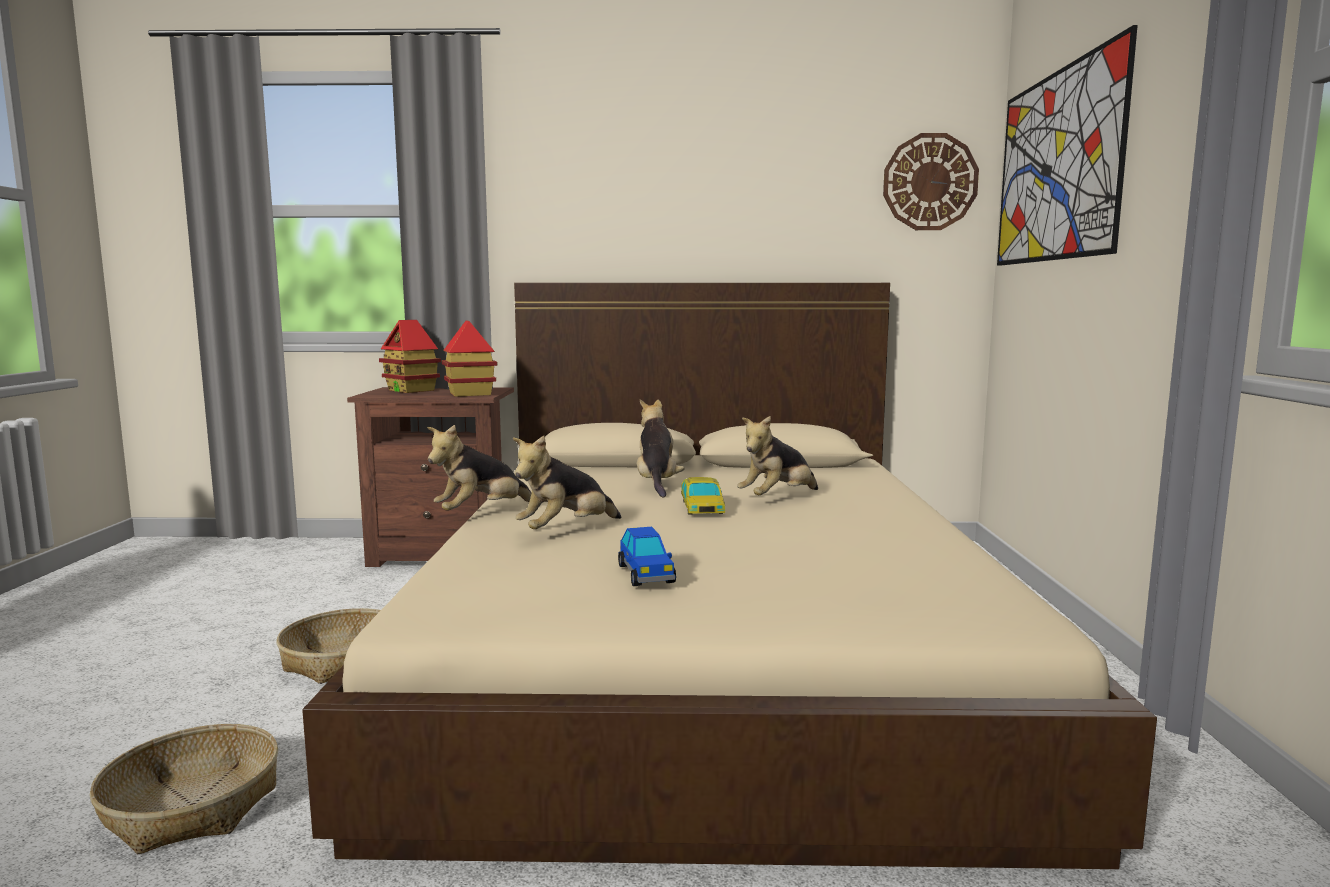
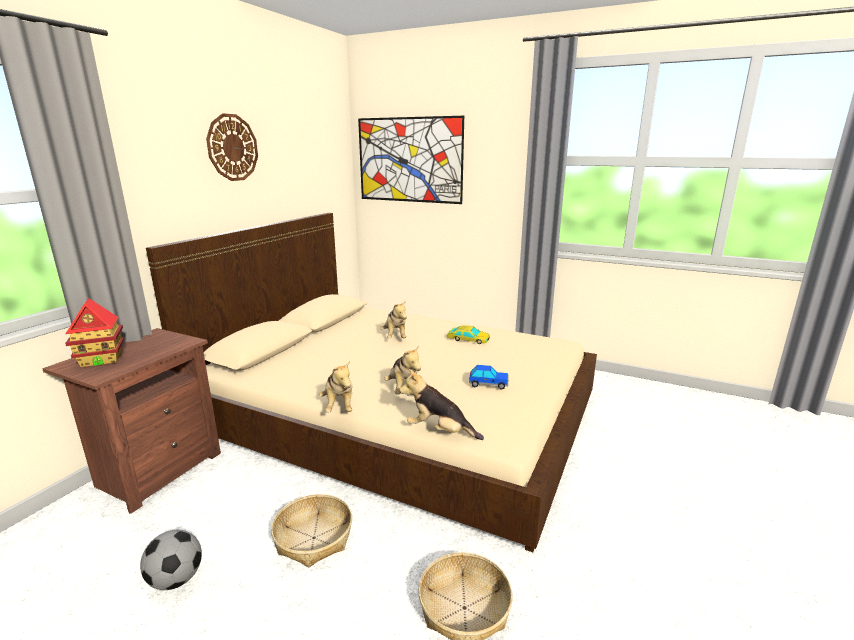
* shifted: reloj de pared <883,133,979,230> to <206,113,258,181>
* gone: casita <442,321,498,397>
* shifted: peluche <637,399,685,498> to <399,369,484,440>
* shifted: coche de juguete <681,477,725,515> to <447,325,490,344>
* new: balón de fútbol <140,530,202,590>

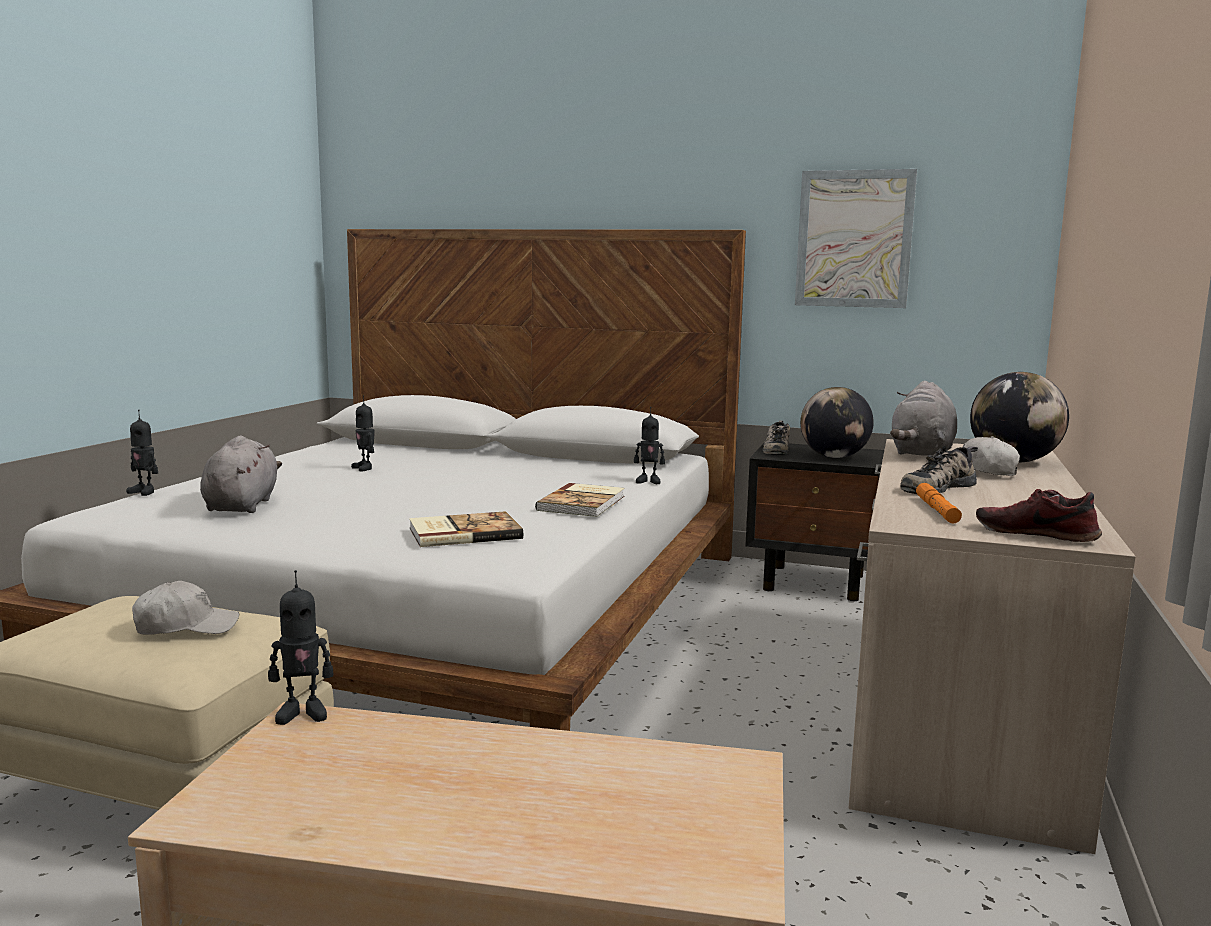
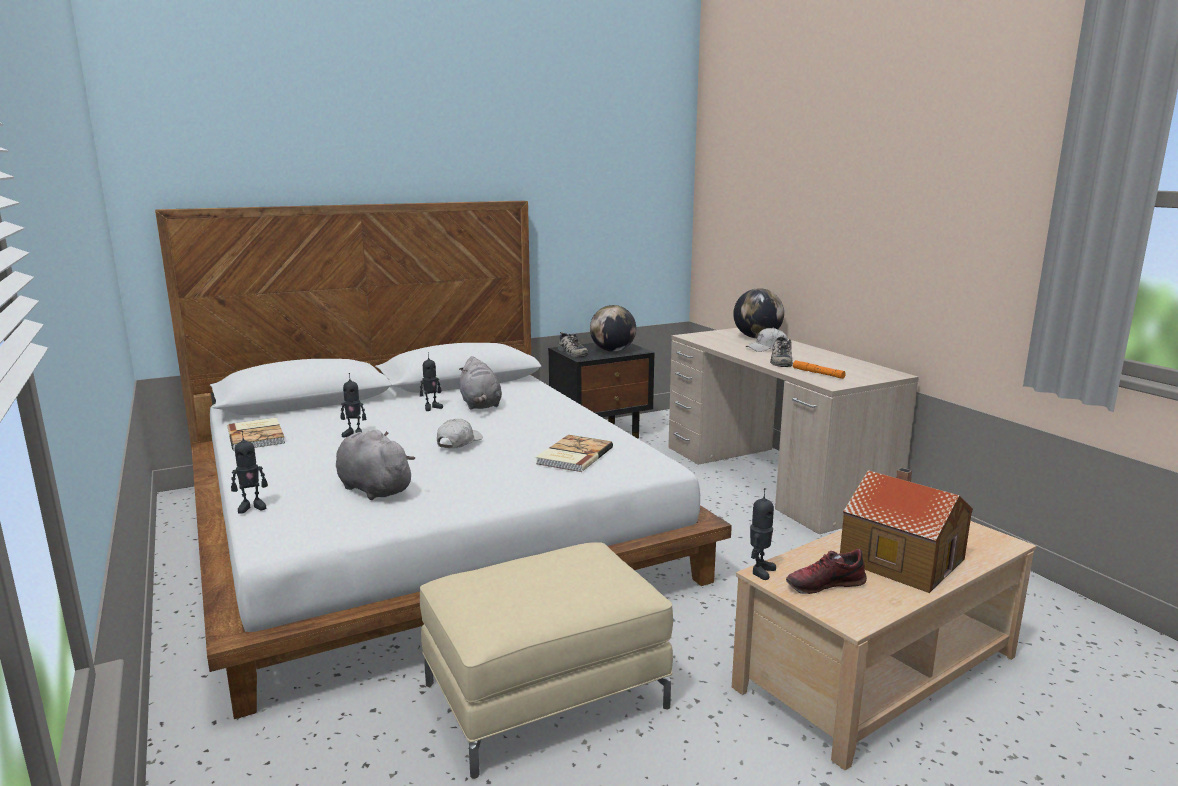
* gone: cuadro <795,169,917,308>
* shifted: peluche (gris) <890,381,957,456> to <459,356,502,410>
* shifted: robot de juguete <634,407,665,484> to <420,352,443,411>
* shifted: libro <535,483,625,517> to <227,418,285,451>
* shifted: zapato <976,489,1102,542> to <786,549,867,594>
* shifted: gorra (blanco) <132,581,239,635> to <437,419,483,449>
* new: casita <840,468,973,593>

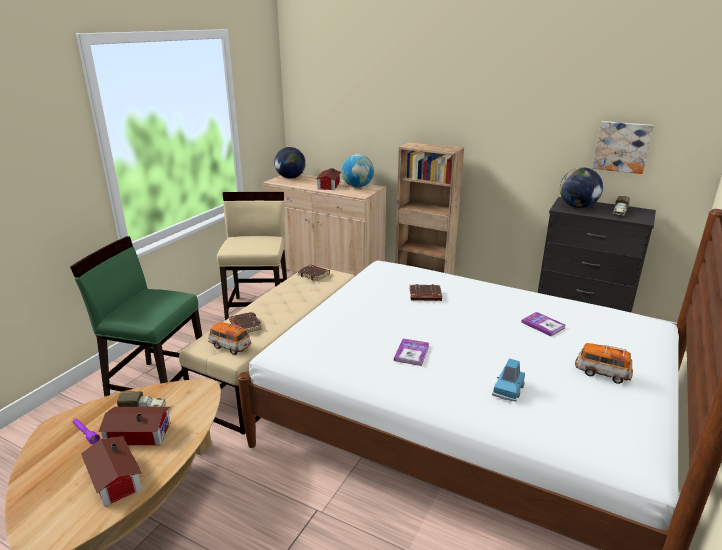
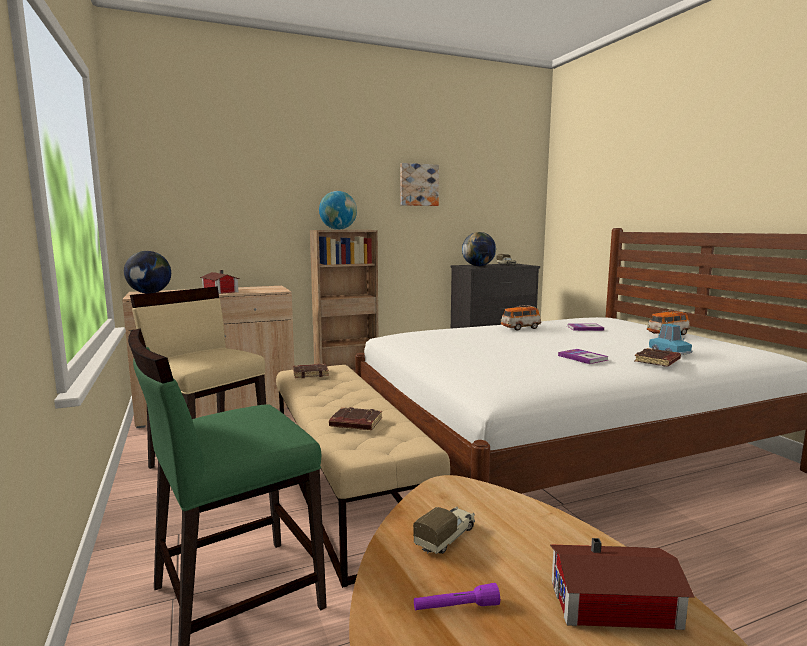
* shifted: cuadro <592,121,654,174> to <400,163,439,206>
* shifted: globo terráqueo <342,154,374,188> to <319,191,357,230>
* shifted: libro (marrón) <409,284,442,301> to <634,348,681,367>
* shifted: coche de juguete <208,322,251,355> to <500,305,541,331>
* gone: casita <98,407,170,445>

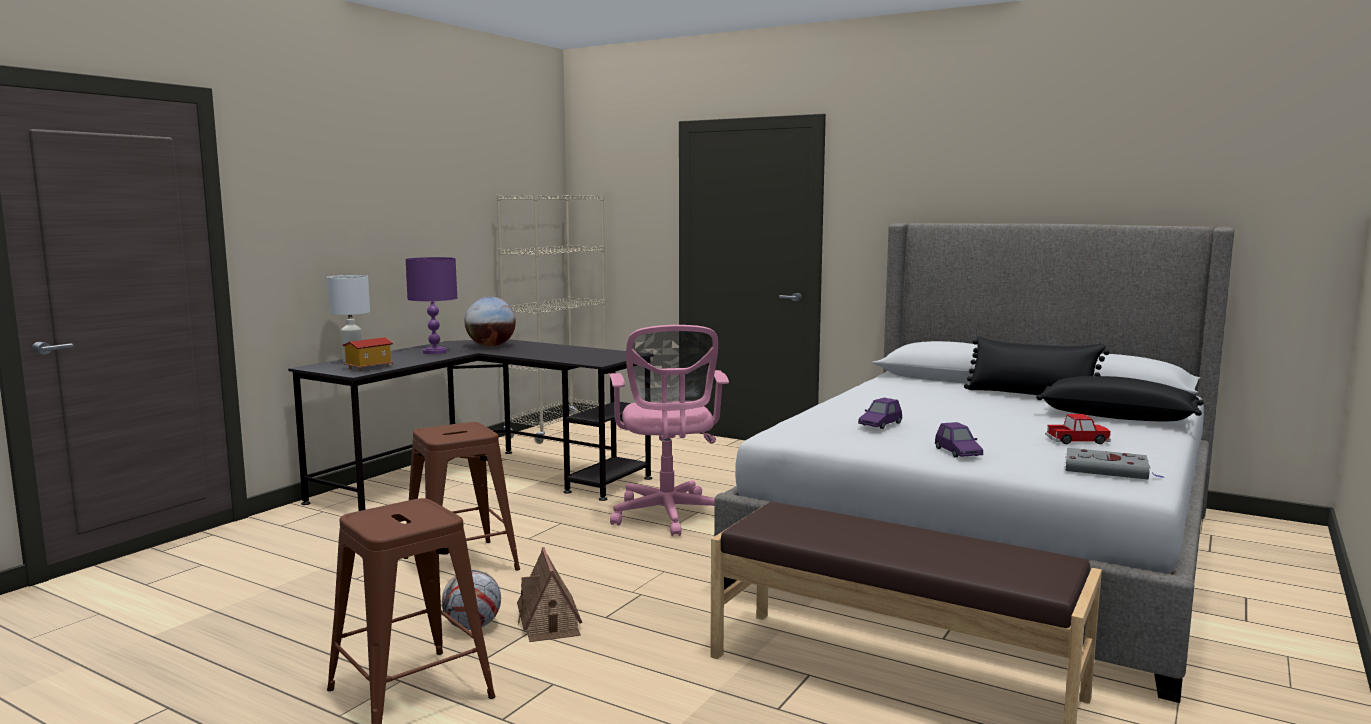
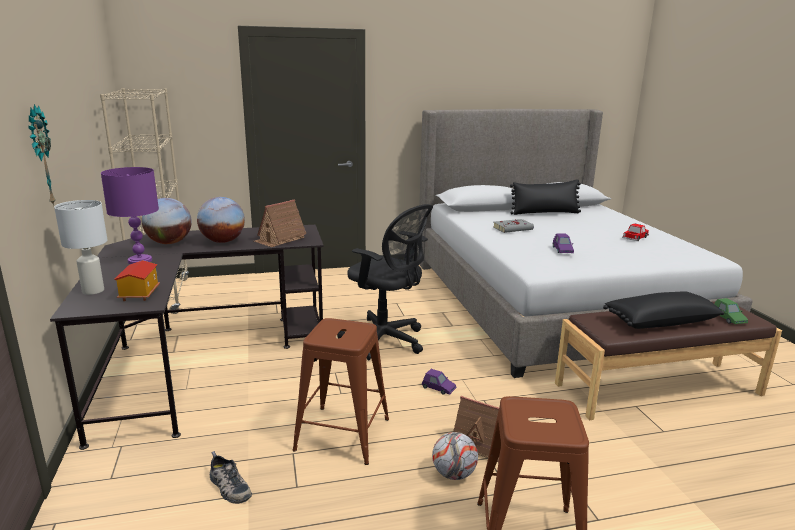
* repainted: silla de oficina (rosa) <609,325,729,536> to silla de oficina (negro) <337,204,433,361>
* shifted: cojín (negro) <1036,376,1204,421> to <603,291,724,329>
* shifted: coche de juguete (morado) <935,422,983,457> to <422,369,457,395>
* shifted: libro (gris) <1064,448,1164,480> to <493,219,535,233>
* new: reloj de pared <28,104,56,206>
* new: globo terráqueo <197,197,245,243>
* new: casita <254,200,306,247>
* new: coche de juguete (verde) <714,298,748,324>
* new: zapato <210,451,252,504>

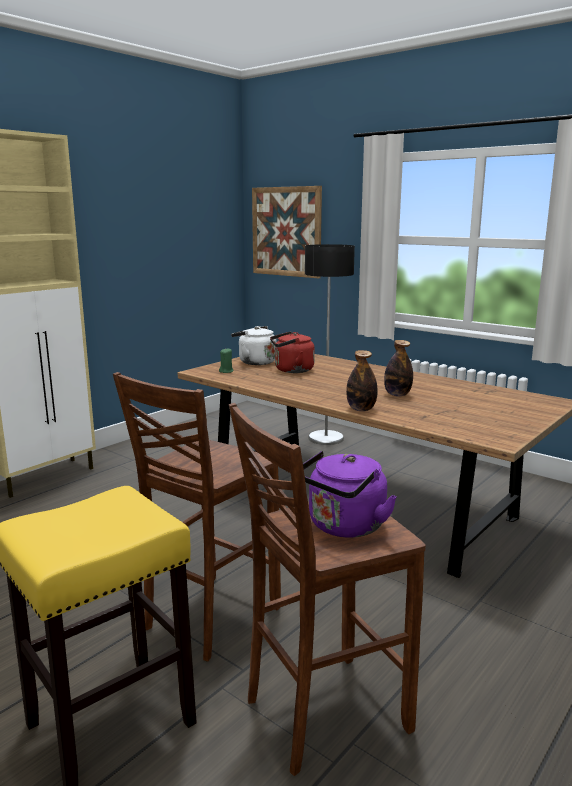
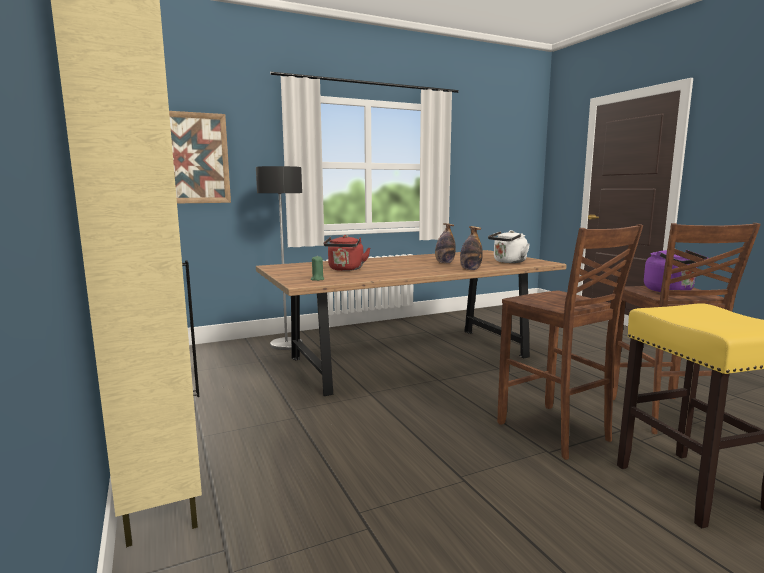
* shifted: hervidor (blanco) <231,326,277,365> to <488,230,530,263>

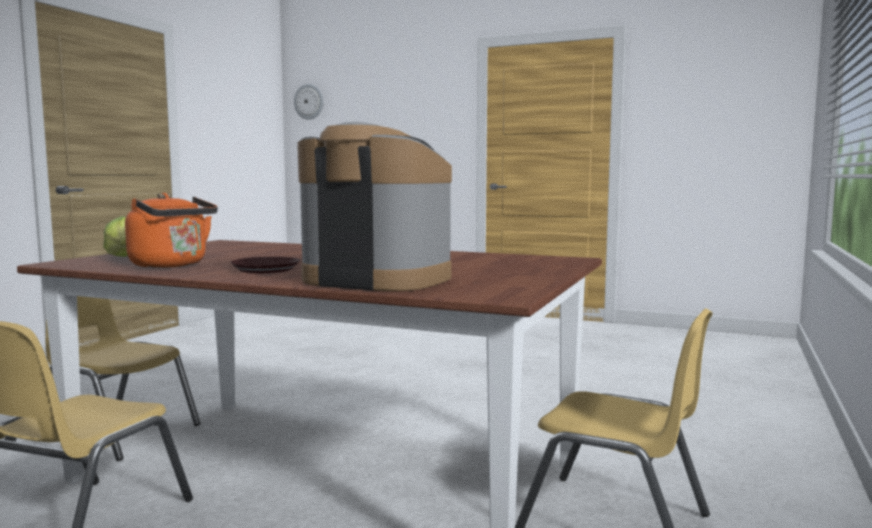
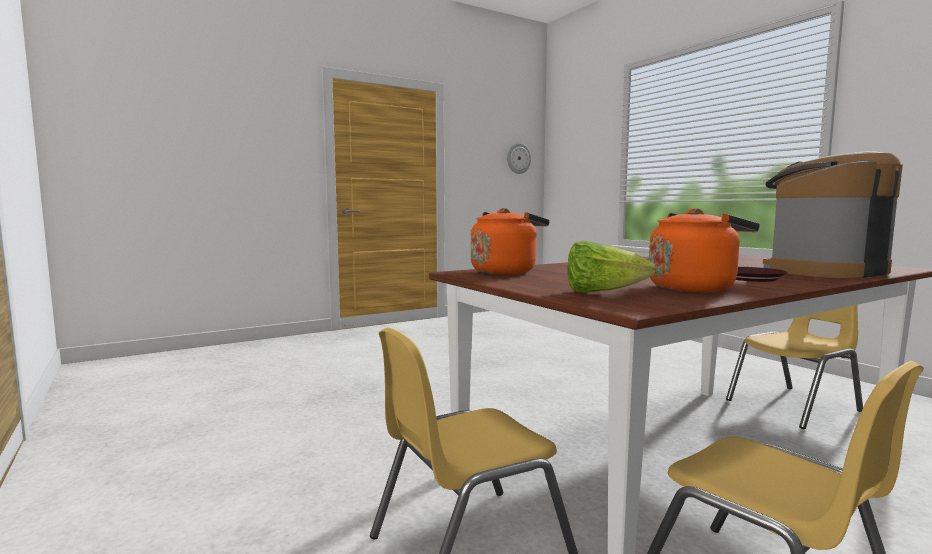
* shifted: reloj de pared <294,84,324,120> to <507,143,531,174>
* new: hervidor (naranja) <470,208,549,275>

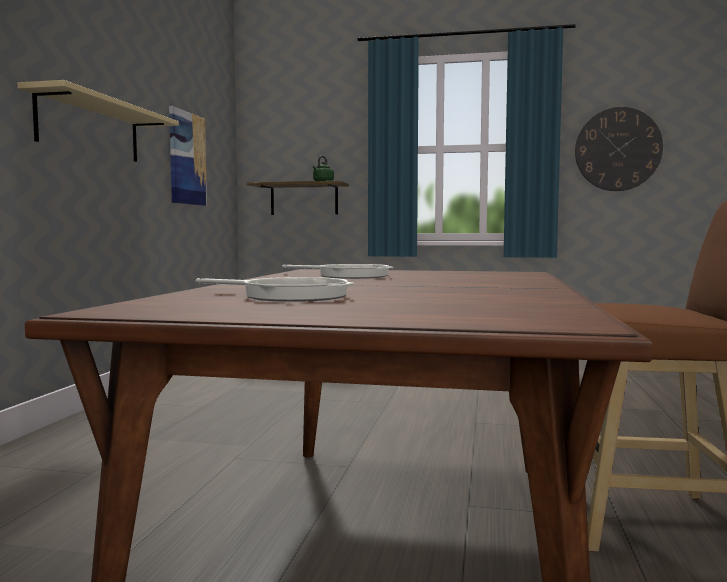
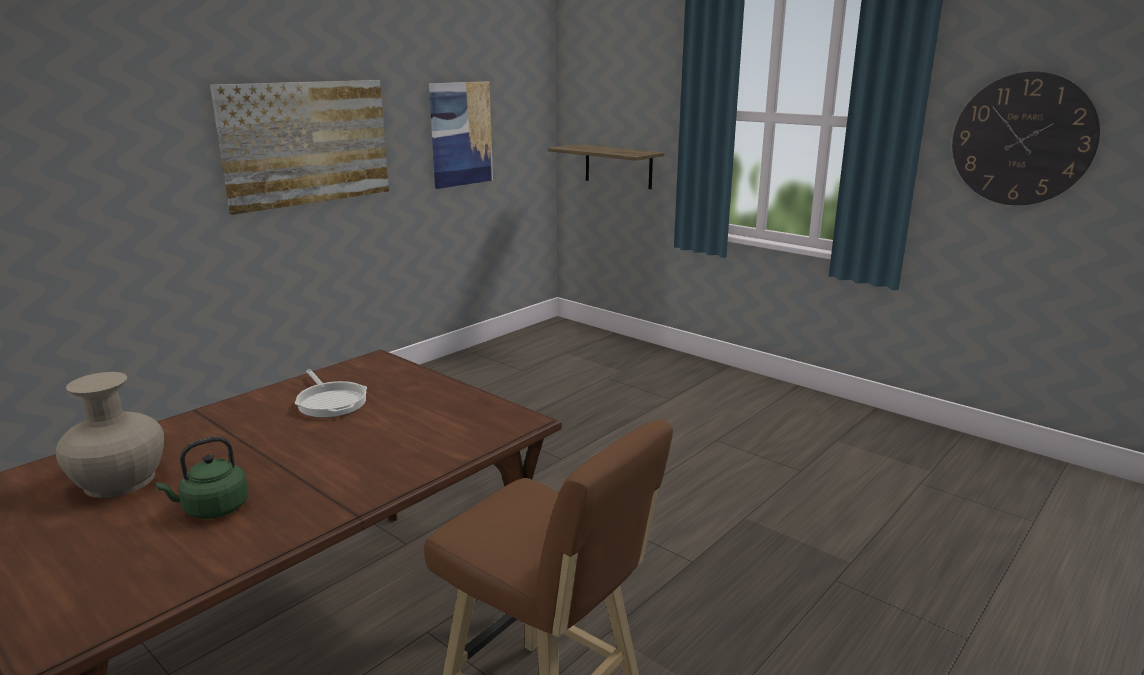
* swapped: estante (beis) <17,80,179,162> to cuadro <210,80,389,215>
* shifted: hervidor (verde) <313,156,334,181> to <155,437,248,519>
* swapped: sartén <196,277,354,302> to florero (beis) <56,372,164,498>

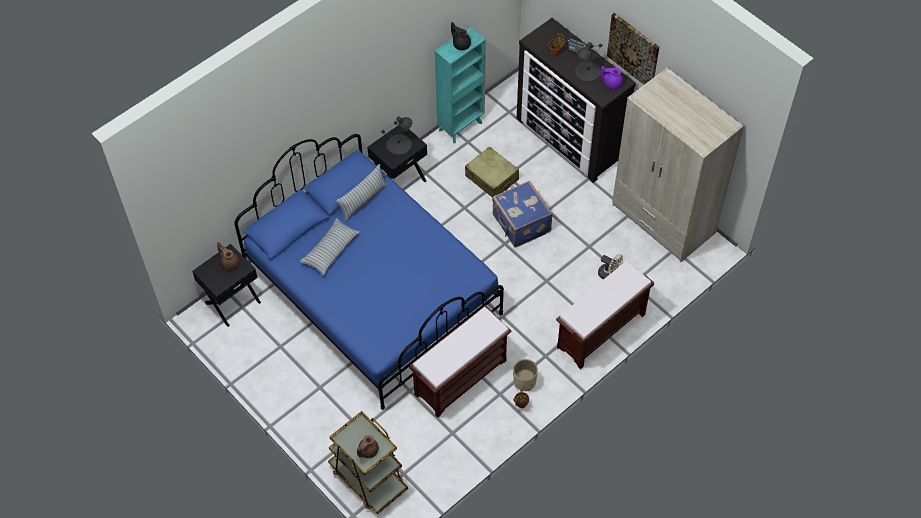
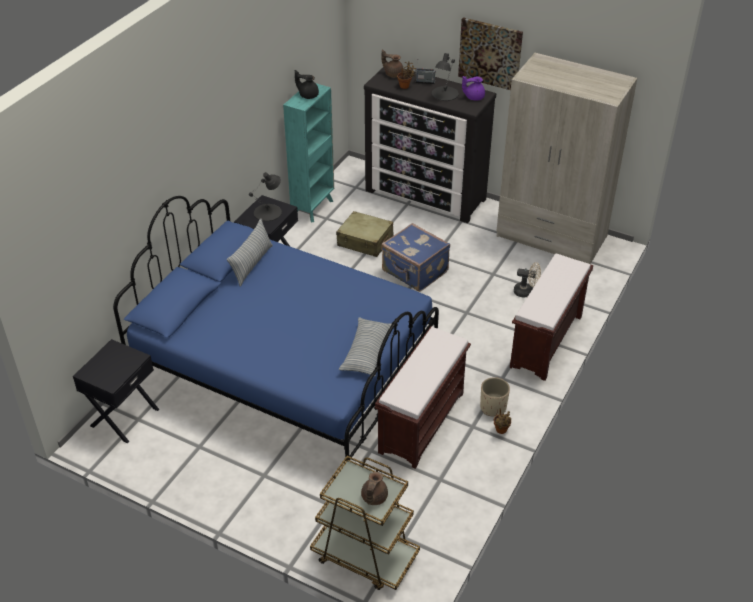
* shifted: cojín <300,218,360,275> to <339,317,392,377>
* shifted: tetera (marrón) <217,242,239,270> to <381,50,404,78>

